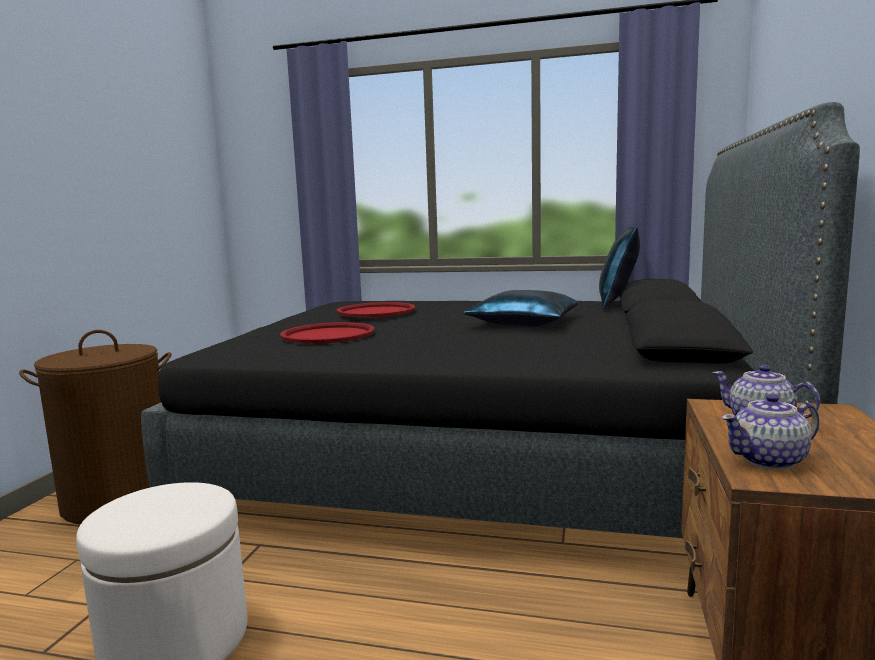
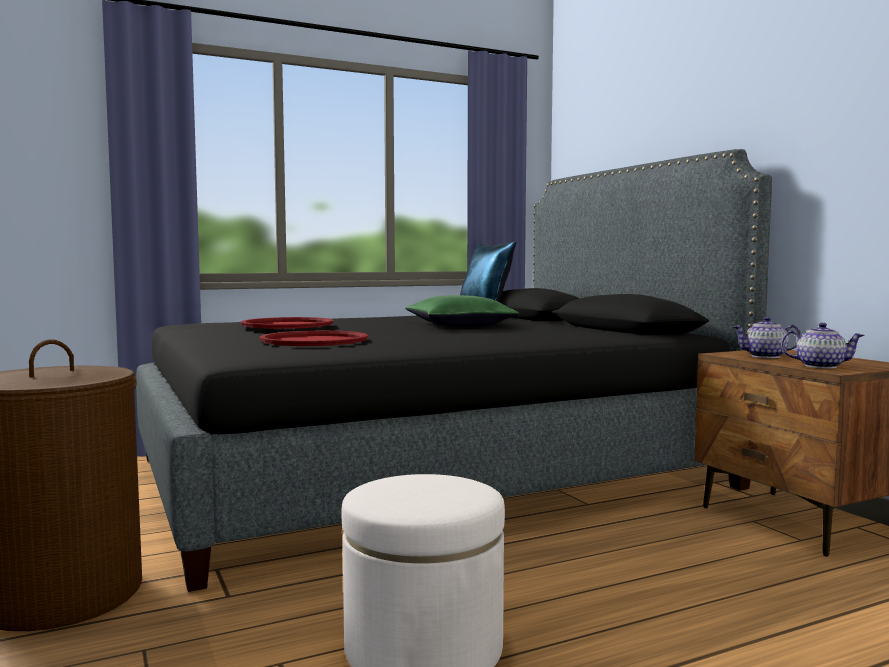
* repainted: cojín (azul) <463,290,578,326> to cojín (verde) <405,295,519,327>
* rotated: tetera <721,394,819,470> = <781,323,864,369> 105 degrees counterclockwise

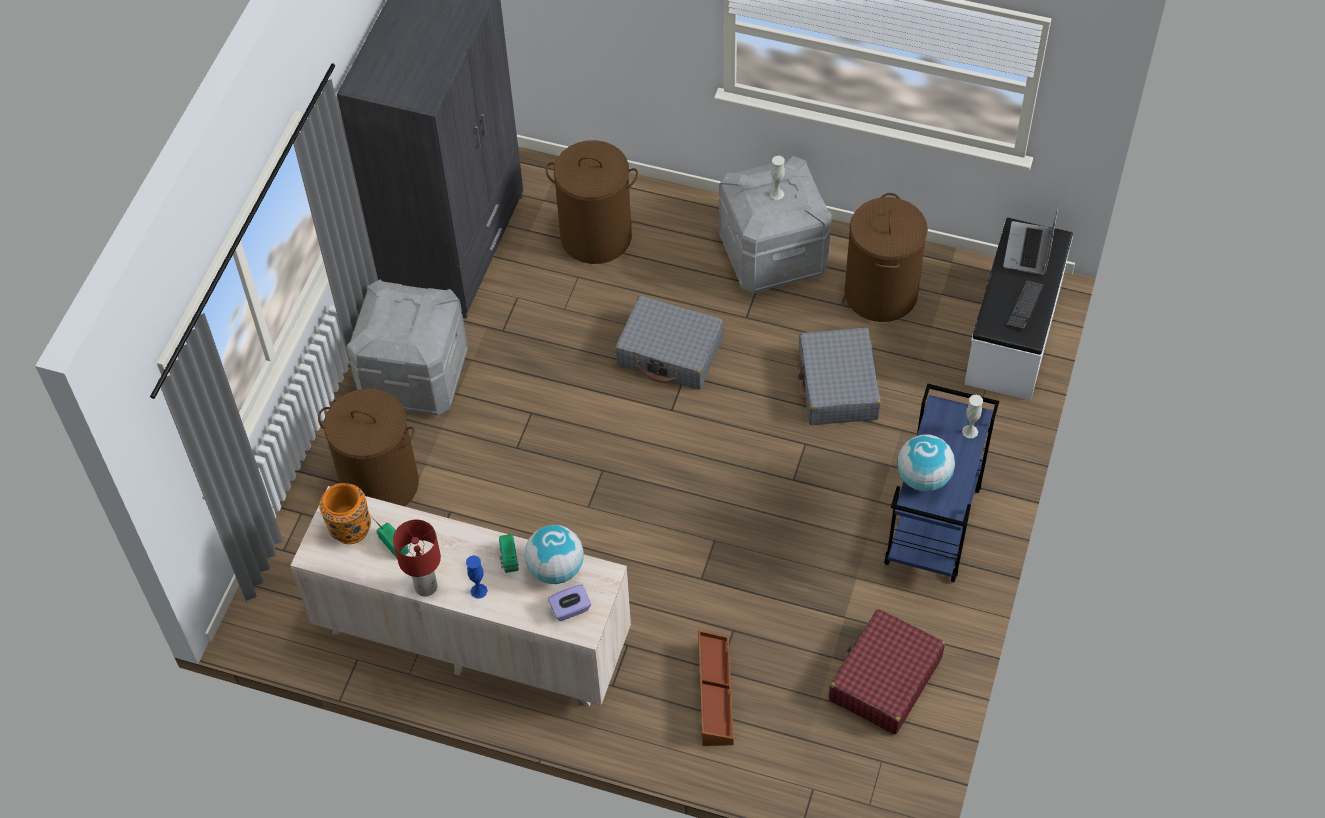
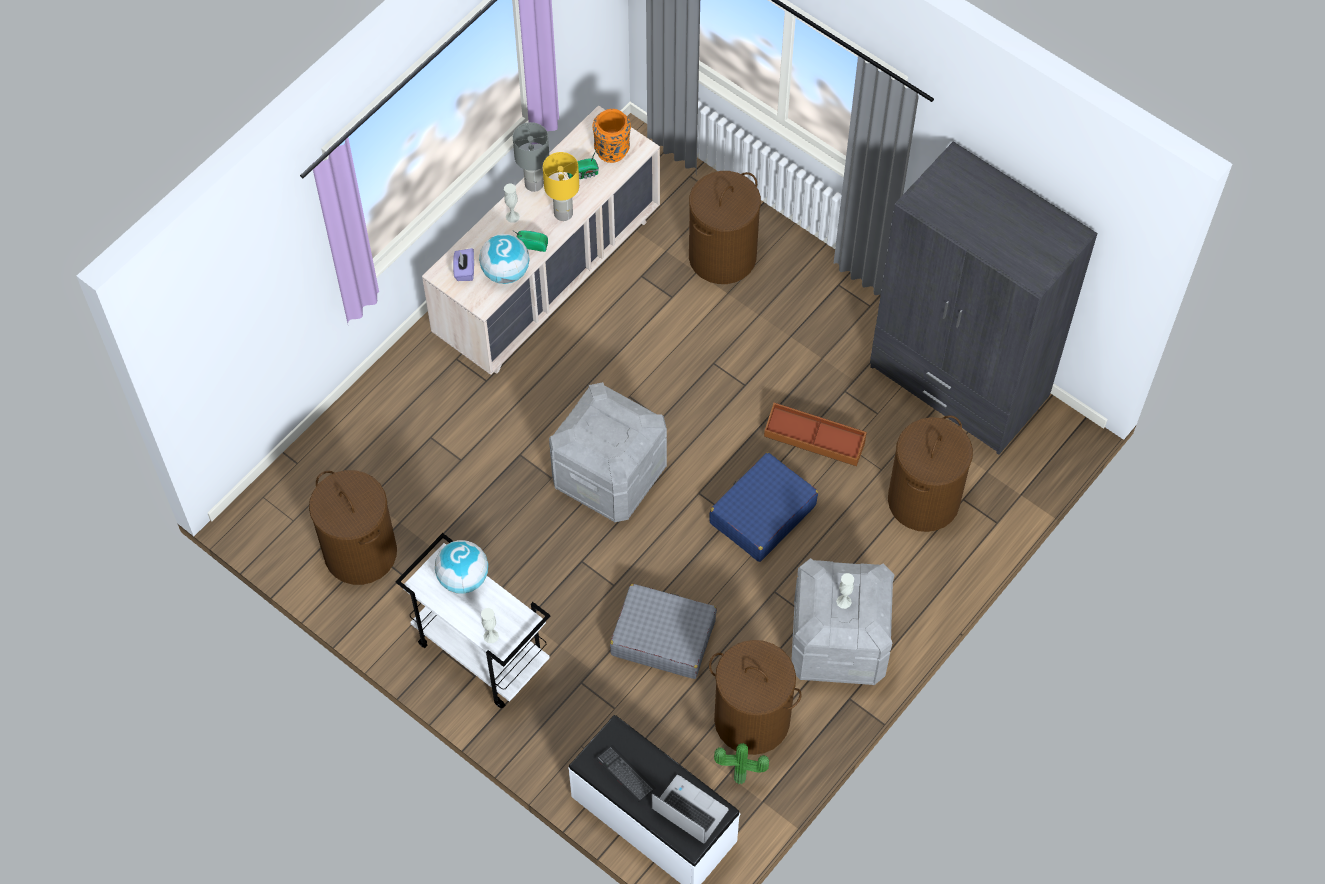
* shifted: caja de almacenaje (gris) <347,280,468,416> to <549,382,667,523>
* repainted: maleta (gris) <615,295,724,390> to maleta (azul) <709,452,818,562>
* repainted: carrito (azul) <884,384,999,582> to carrito (blanco) <395,533,550,708>
* repainted: lámpara de mesa (rojo) <393,520,441,597> to lámpara de mesa (gris) <513,122,549,192>
* repainted: florero (azul) <466,555,488,599> to florero (blanco) <504,183,520,223>
* swapped: maleta (rojo) <829,609,945,734> to cesto de la ropa (marrón) <309,470,397,585>
* shifted: caja de almacenaje (marrón) <698,630,734,746> to <764,403,867,466>
* new: lámpara de mesa (amarillo) <543,152,579,221>
* new: planta en maceta <714,743,769,784>

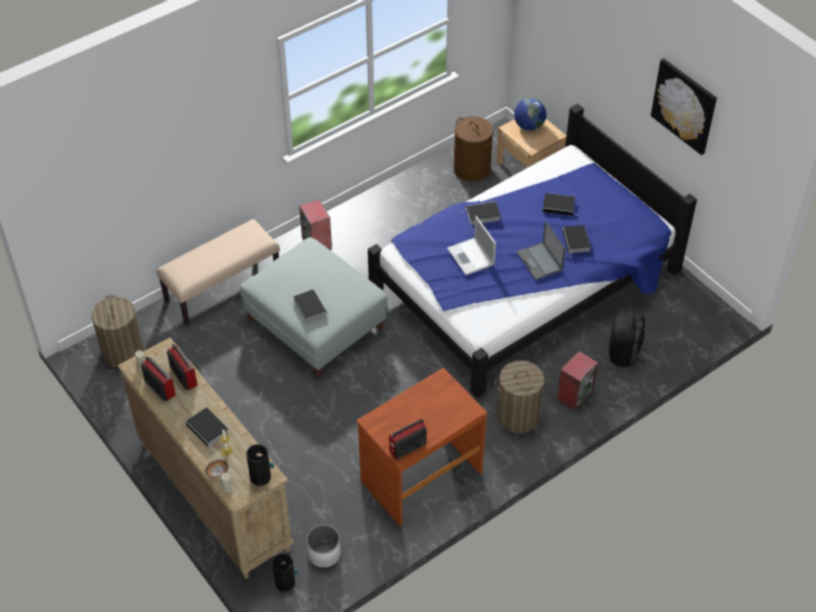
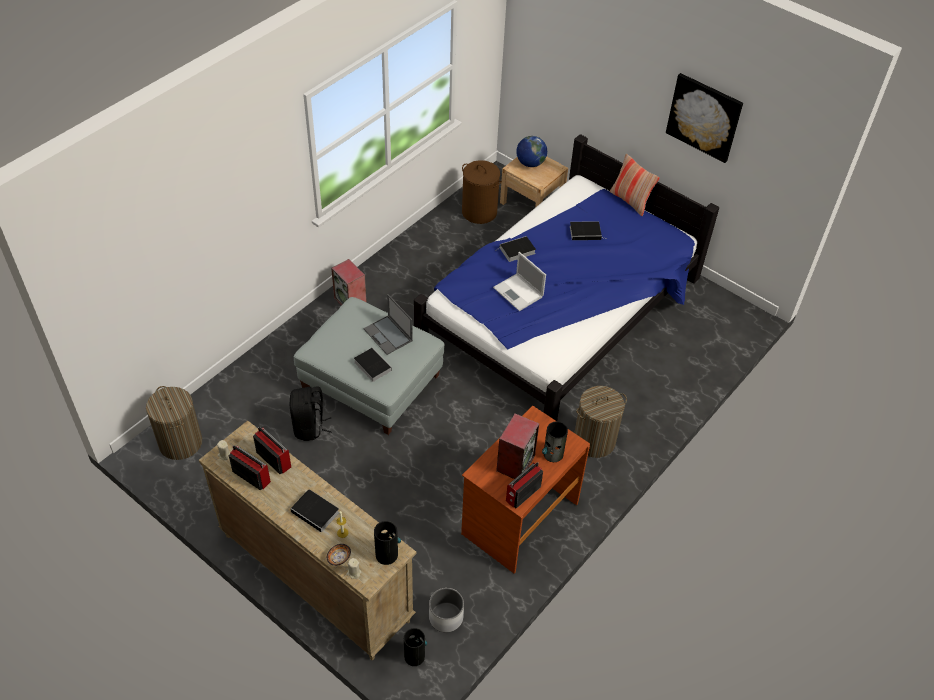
* gone: banco (beis) <156,219,280,326>
* shifted: portátil <517,221,566,280> to <363,294,413,355>
* gone: libro <562,225,591,257>
* shifted: mochila (negro) <609,315,646,367> to <290,387,332,441>
* shifted: altavoz <557,351,598,411> to <496,414,539,479>
* new: cojín <610,154,659,216>
* new: florero <542,421,568,462>

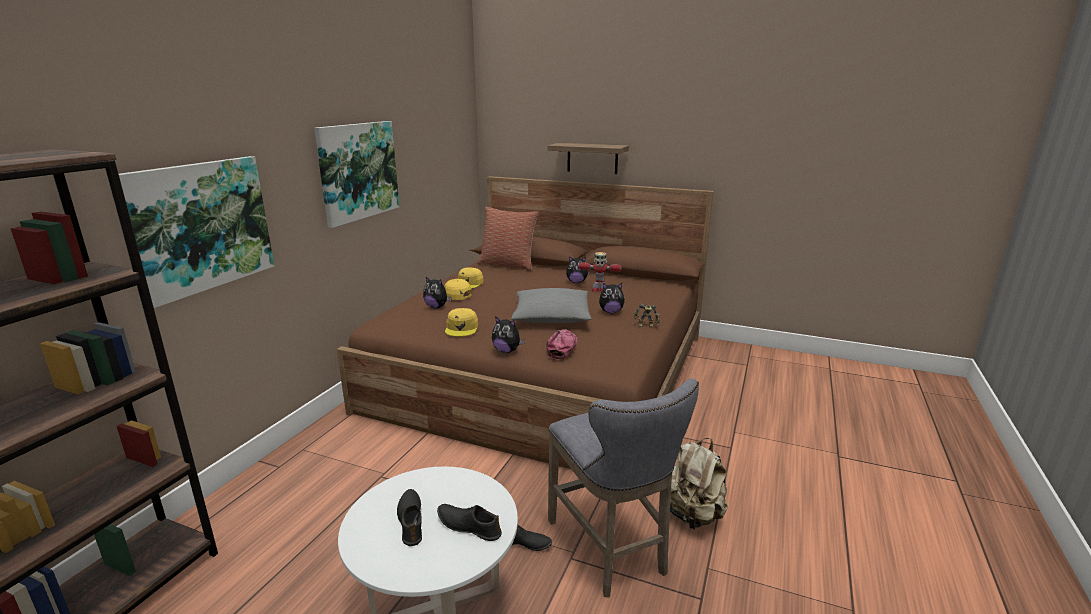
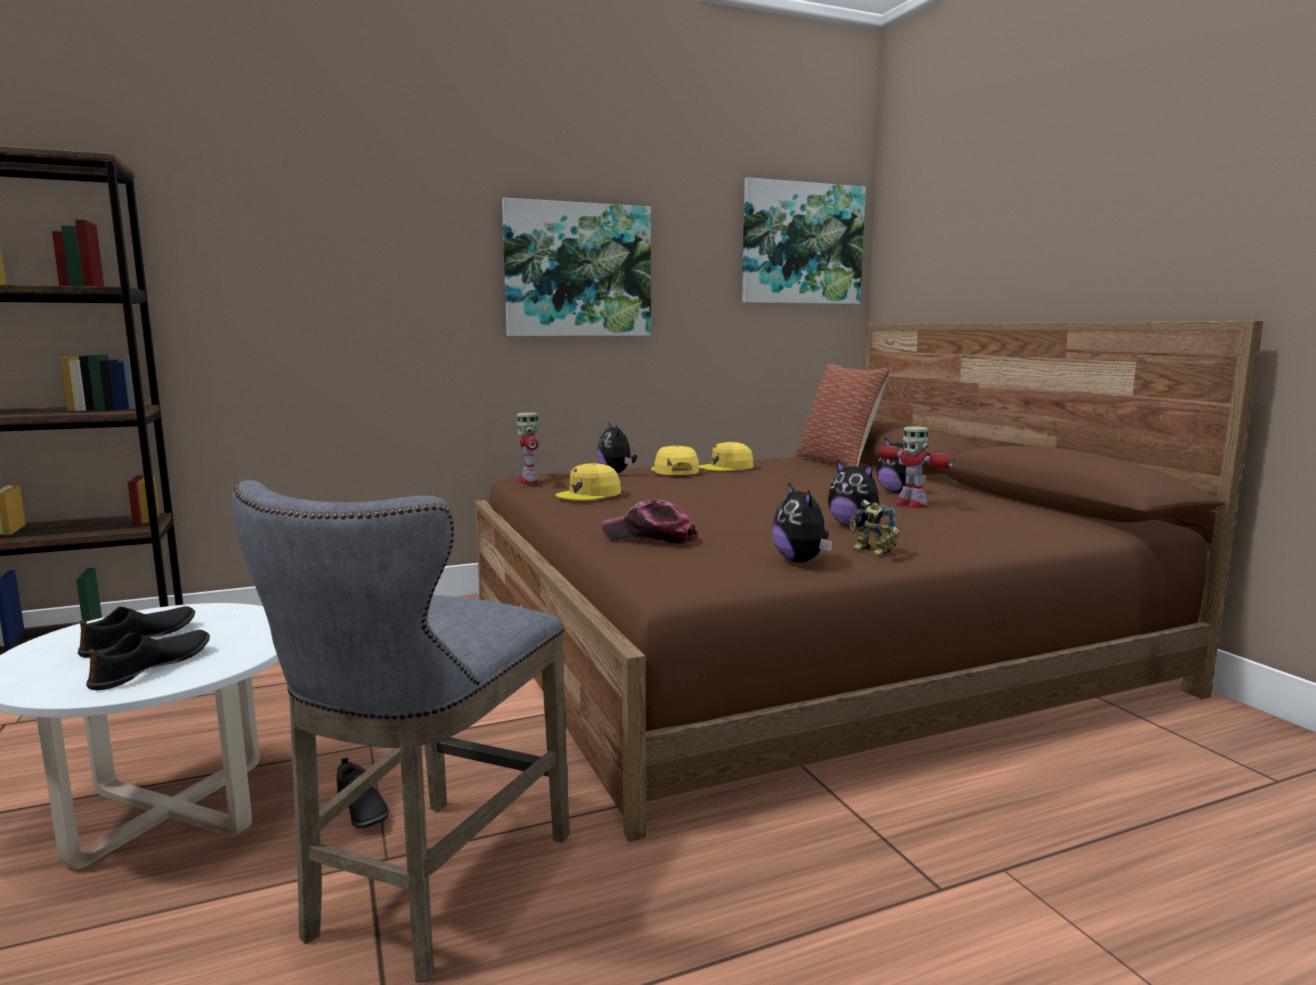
* gone: estante <547,143,629,174>
* shifted: cuadro <119,156,274,308> to <742,177,866,304>
* gone: cojín (gris) <511,288,591,323>
* shifted: peluche <492,316,525,353> to <772,482,832,562>
* rotated: gorra <547,329,578,359> = <602,500,698,544> 135 degrees counterclockwise
* gone: mochila (beis) <670,438,728,529>
* rotated: zapato (negro) <437,504,502,541> = <86,630,210,690> 45 degrees clockwise
* new: robot de juguete <517,412,539,484>

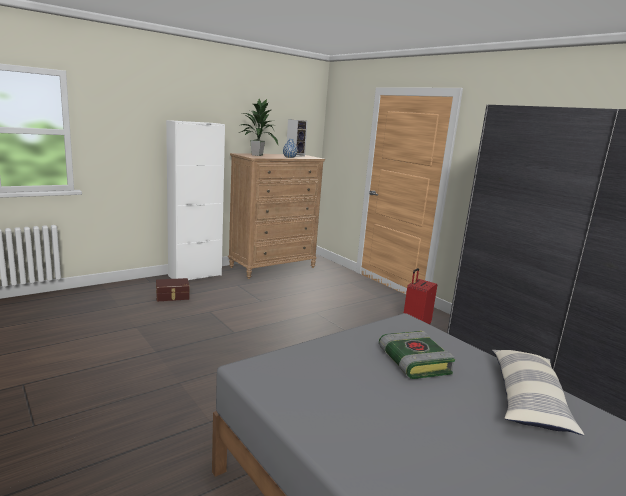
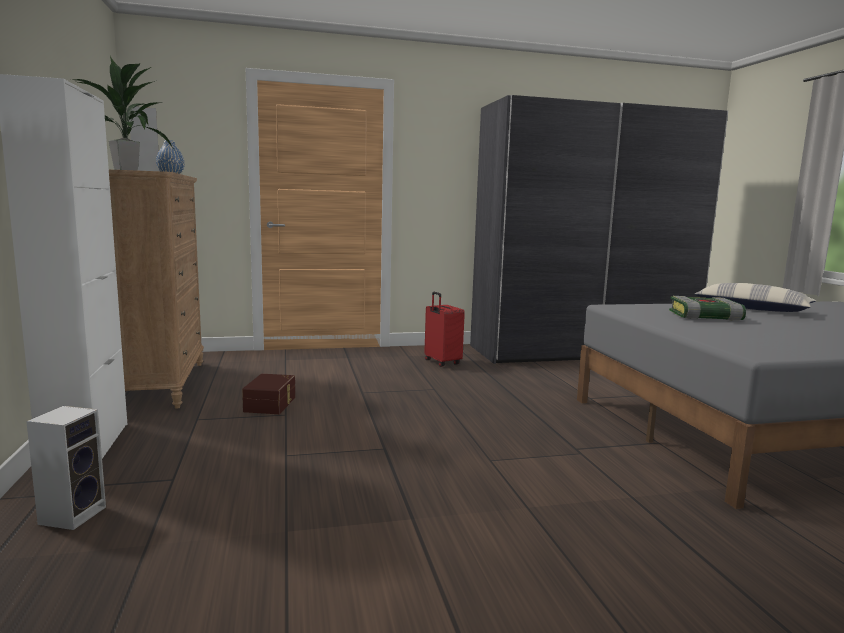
* shifted: caja de almacenaje (marrón) <156,278,190,301> to <242,374,295,414>
* new: altavoz <26,406,106,530>

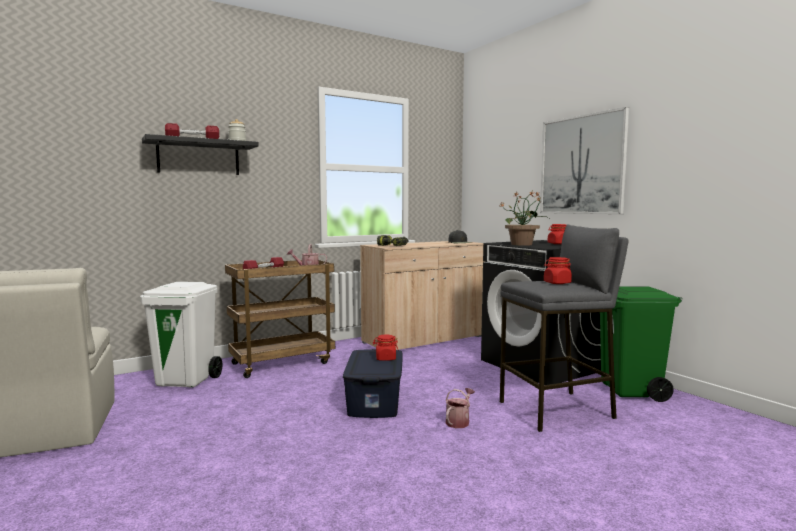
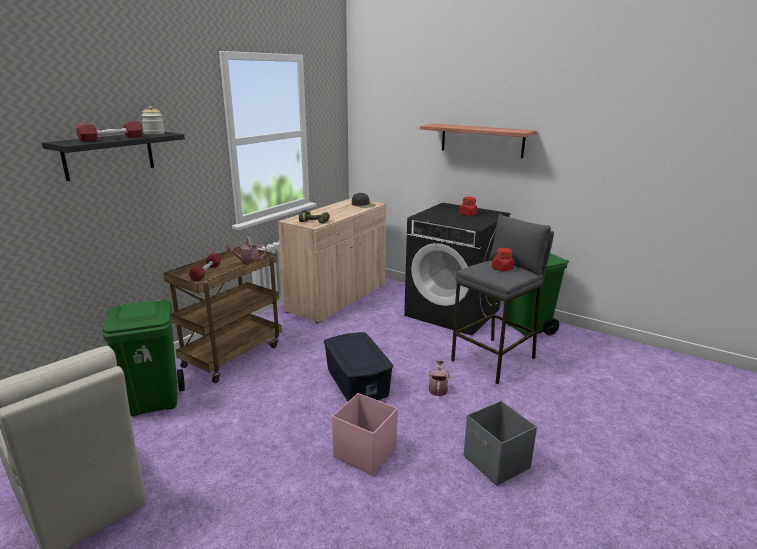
* swapped: cuadro <540,107,629,214> to estante <420,124,537,158>
* gone: planta en maceta <500,191,549,246>
* repainted: papelera (blanco) <140,282,222,387> to papelera (verde) <102,299,185,416>
* gone: tarro (rojo) <373,335,398,361>
* new: caja de almacenaje (rosa) <332,393,398,475>
* new: caja de almacenaje (gris) <464,401,537,486>

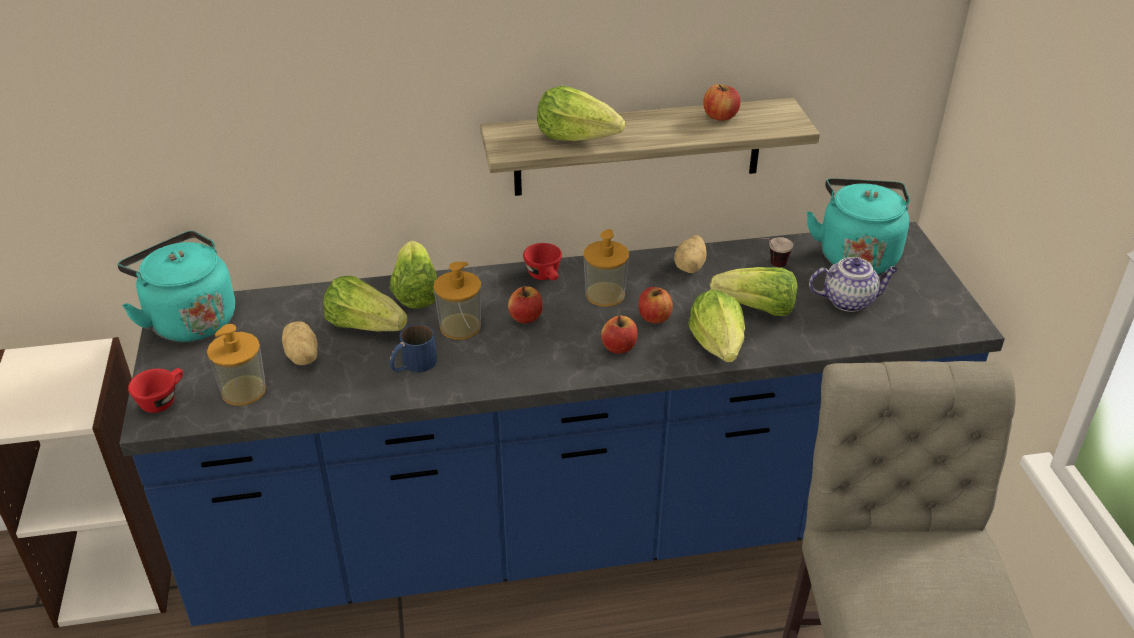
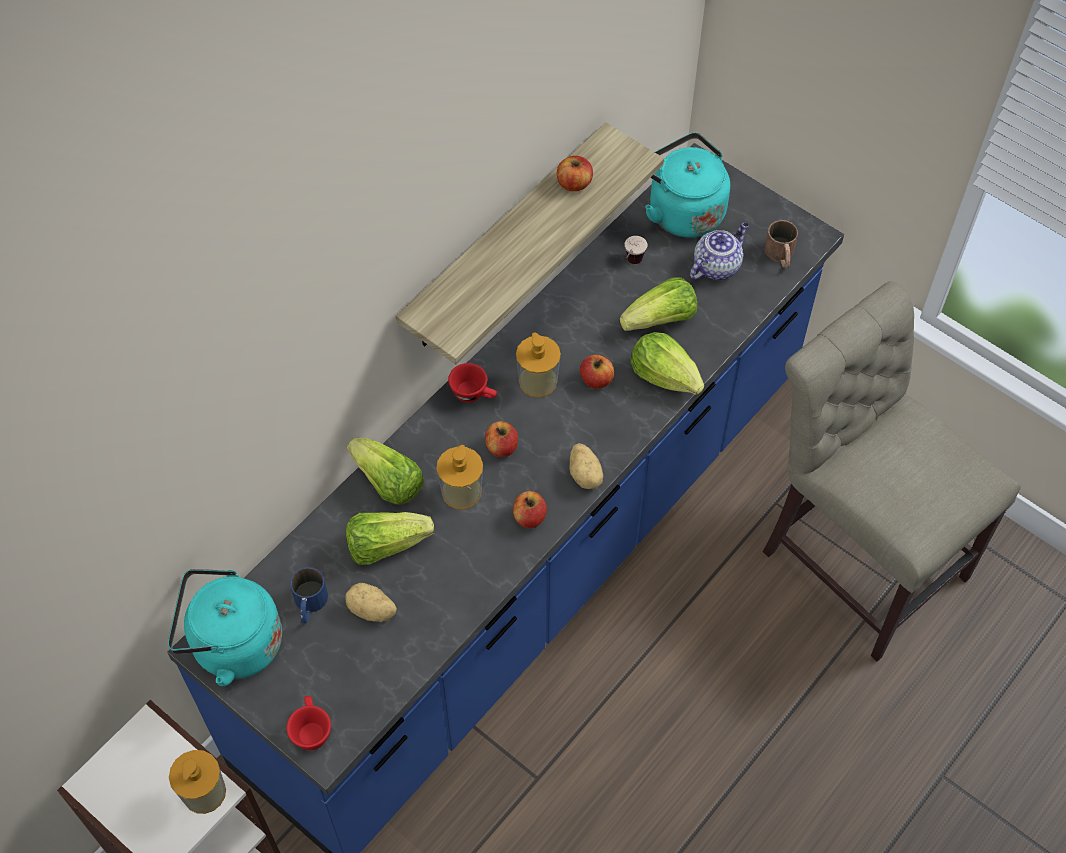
* gone: lechuga <537,86,625,141>
* shifted: patata <674,235,706,273> to <569,443,603,489>
* shifted: manzana <601,316,637,354> to <513,491,547,528>
* shifted: dispensador de jabón <207,324,266,406> to <169,750,226,814>
* shifted: taza grande (azul) <390,324,437,372> to <290,567,328,623>
* new: taza grande (marrón) <765,220,798,268>

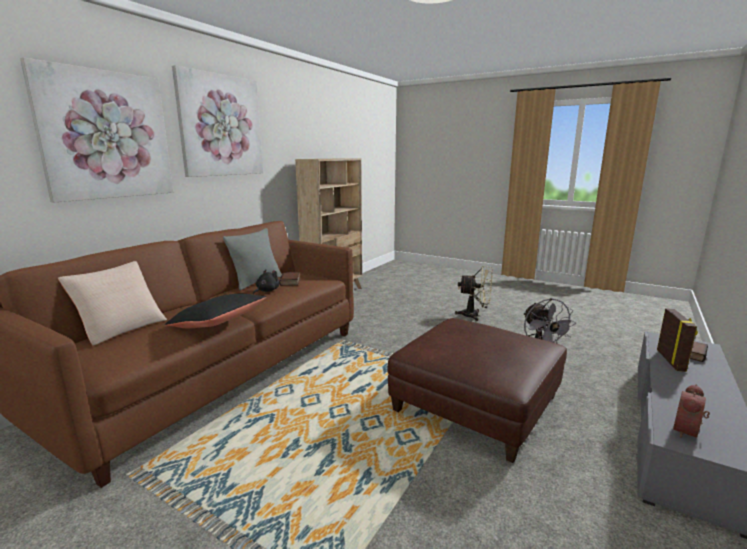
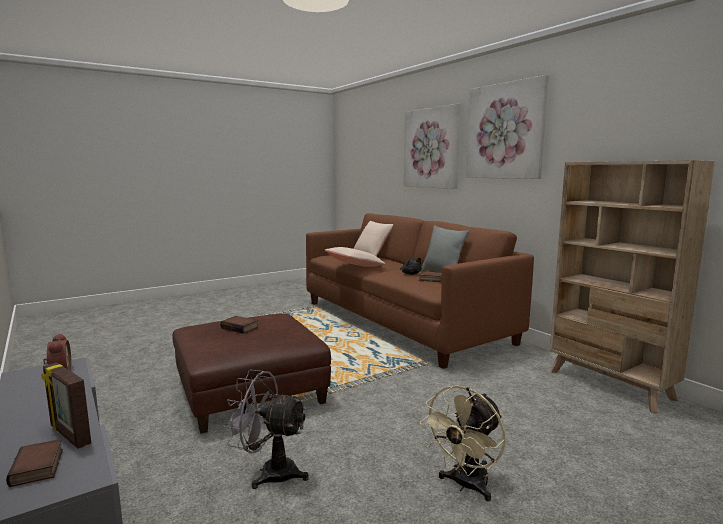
* repainted: cojín (negro) <165,294,266,328> to cojín (beis) <325,247,385,267>
* new: libro <221,316,258,333>

